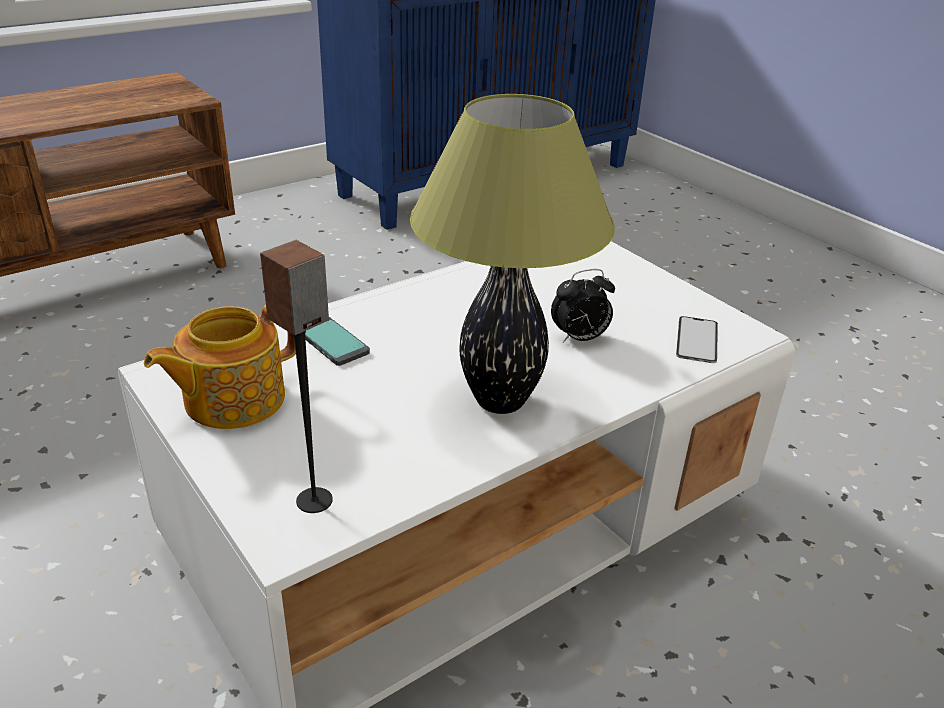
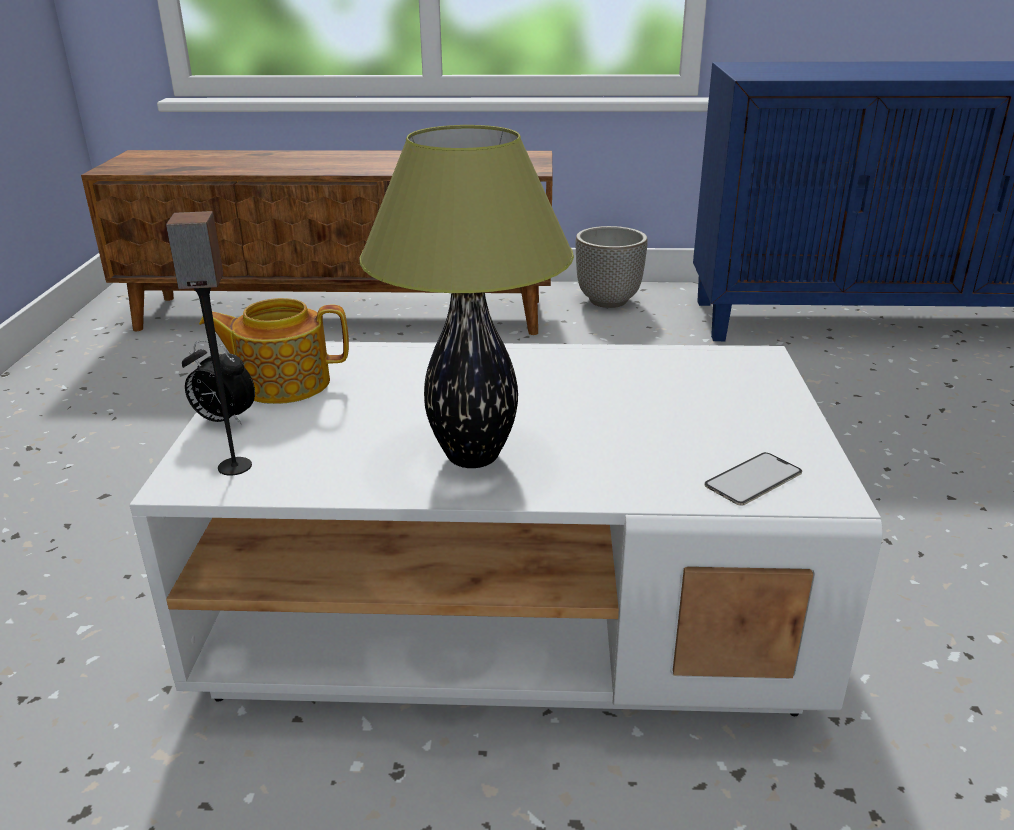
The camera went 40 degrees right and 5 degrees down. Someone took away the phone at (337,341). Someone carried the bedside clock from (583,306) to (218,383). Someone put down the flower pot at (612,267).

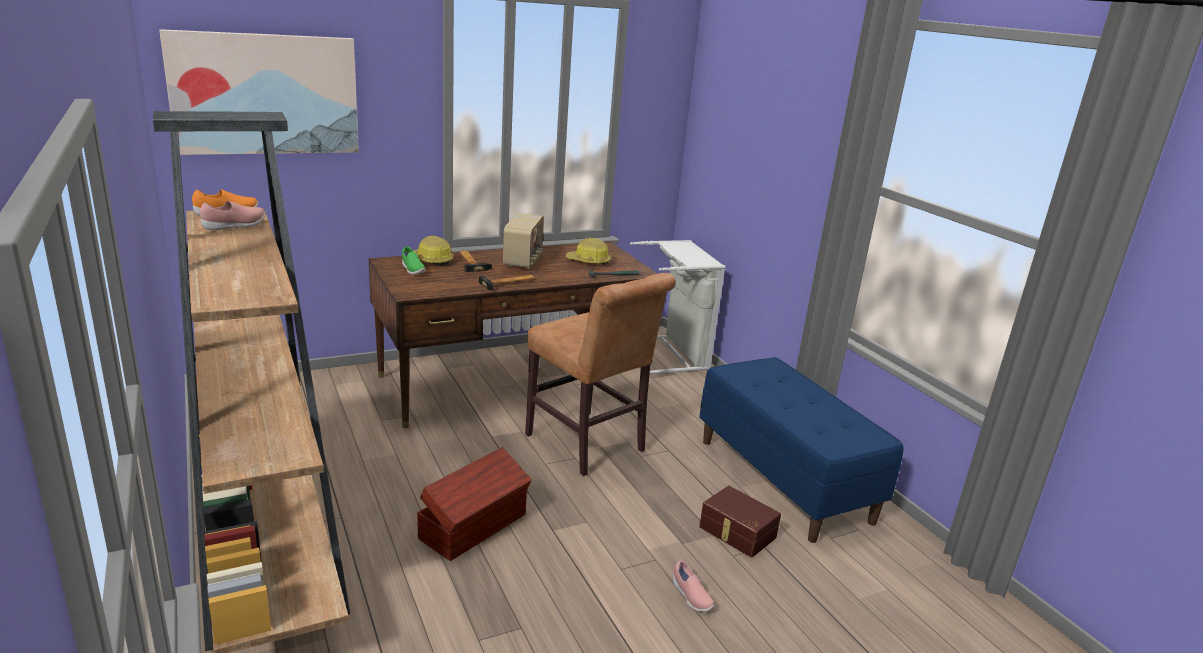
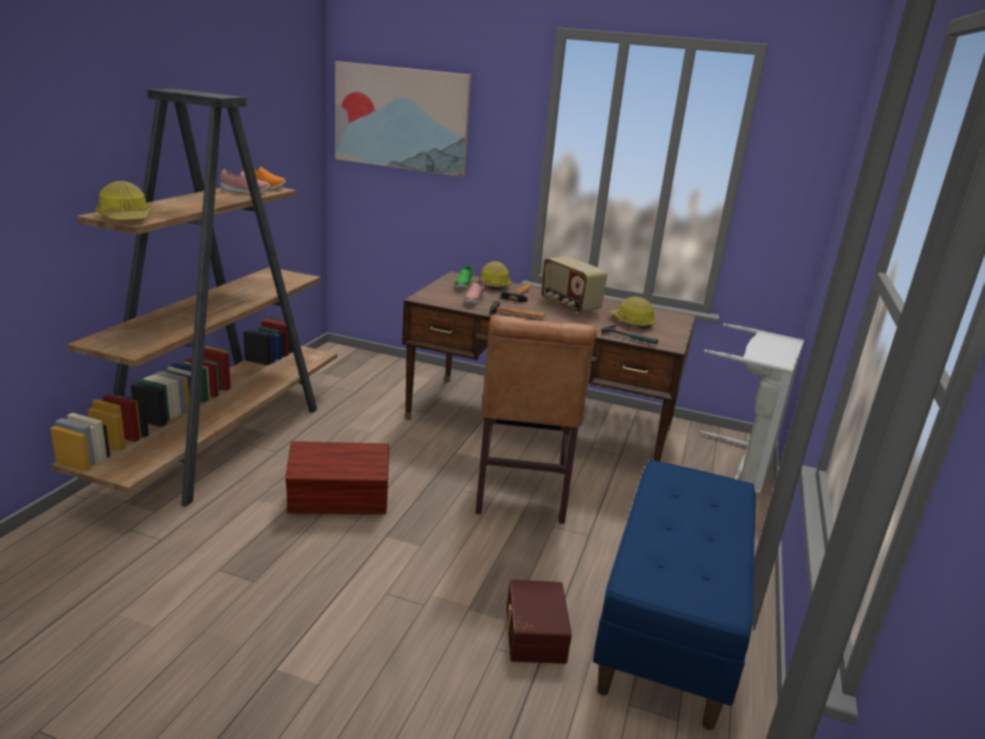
The camera went 45 degrees right and 0 degrees up. Someone rotated the radio set at (523,241) by 90 degrees clockwise. Someone carried the pink-coloured item of footwear from (693,586) to (474,291). Someone put down the work helmet at (123,200).

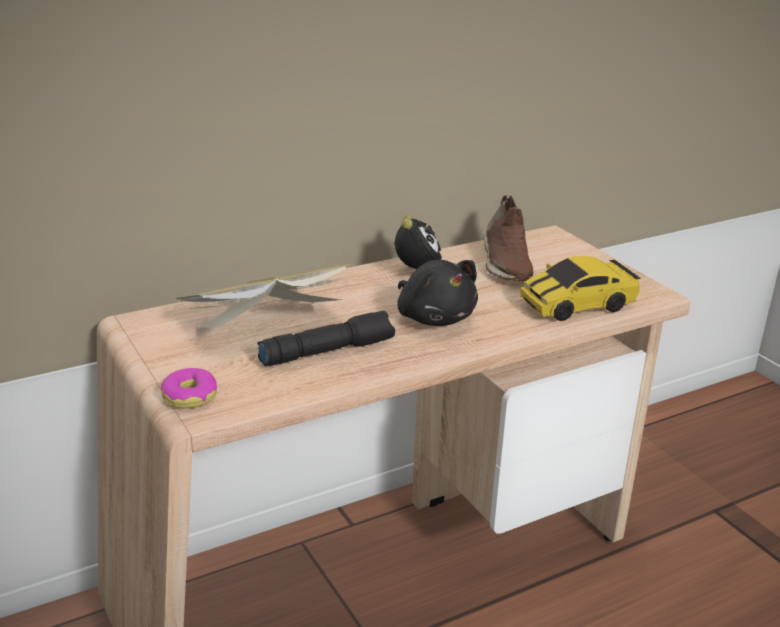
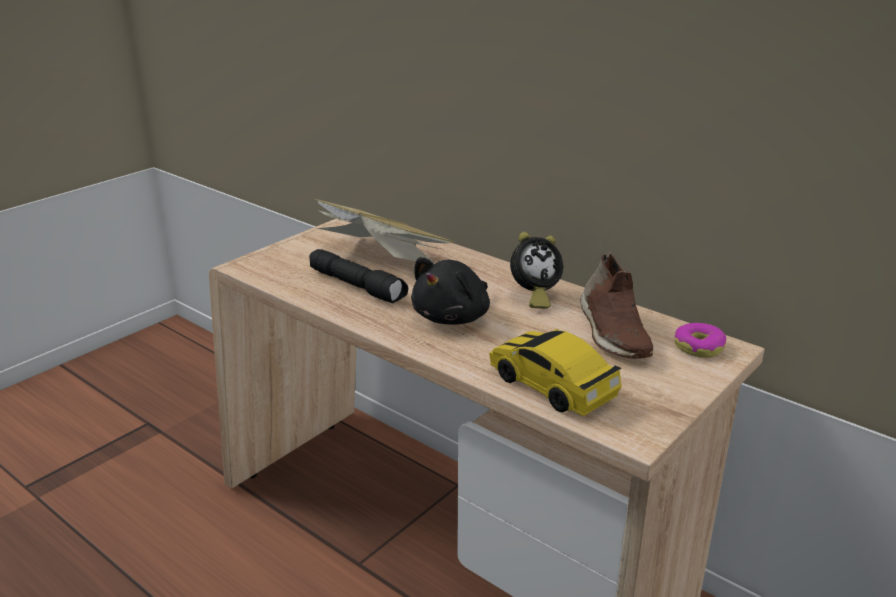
The camera went 70 degrees right and 0 degrees up. Someone carried the doughnut from (189,388) to (700,340). Someone rotated the brown-coloured item of footwear at (508,237) by 75 degrees counterclockwise.

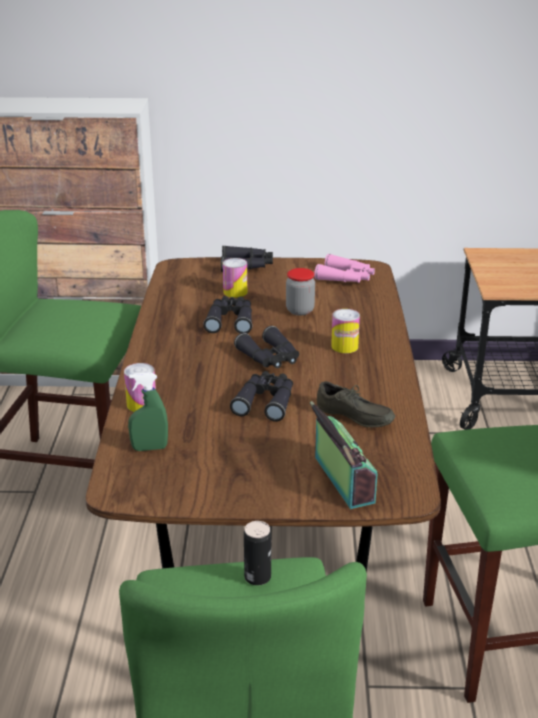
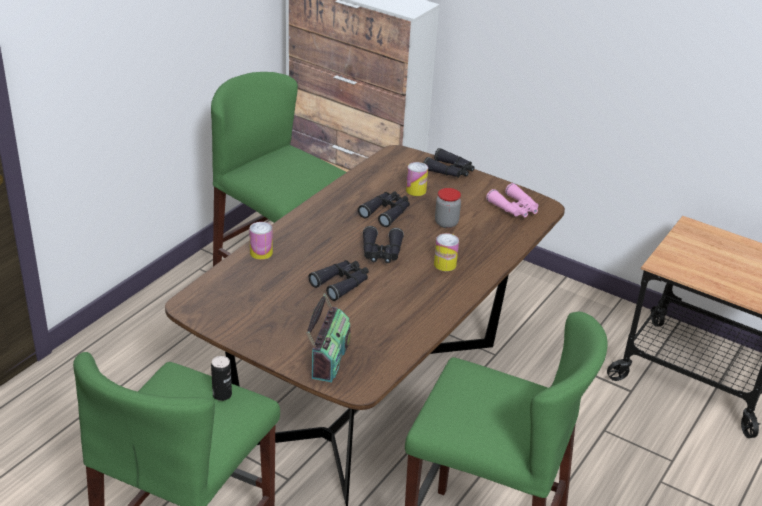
The camera went 30 degrees right and 5 degrees up. Someone took away the green-coloured sprayer at (148,411). Someone took away the grey item of footwear at (356,404).

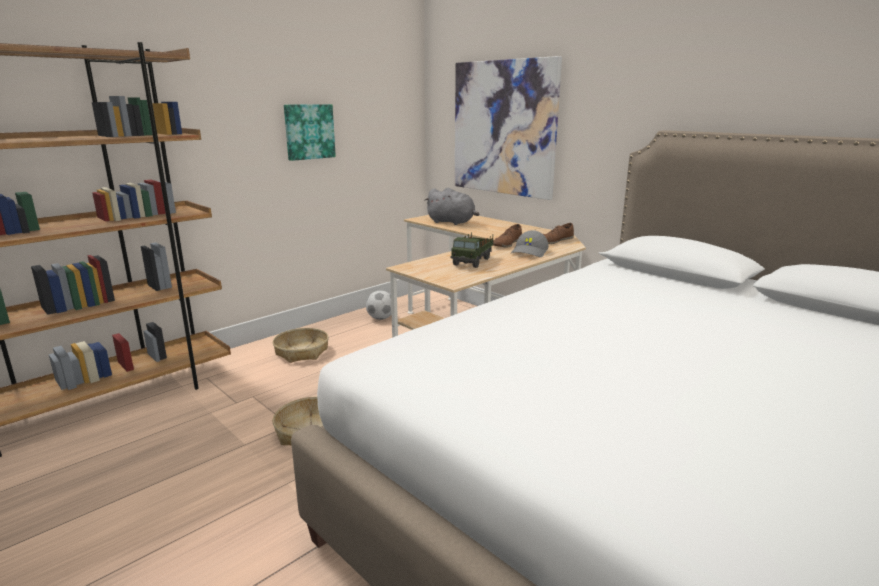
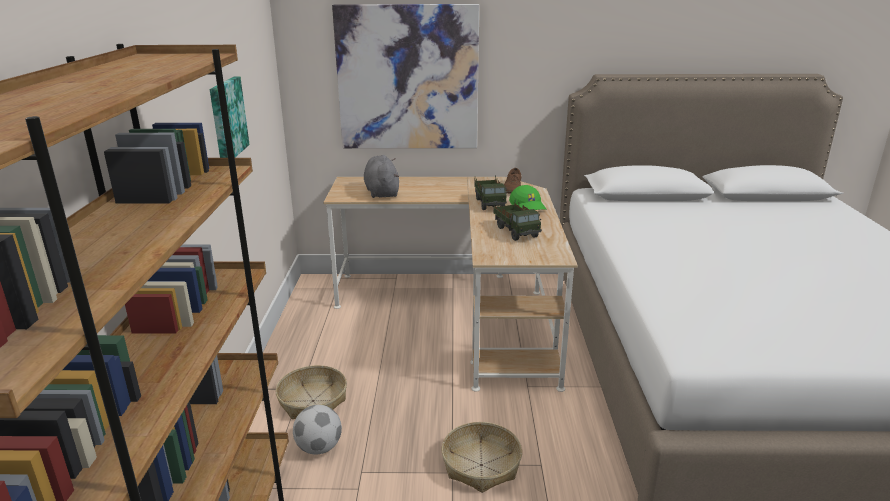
The camera went 45 degrees left and 5 degrees up. Someone carried the football from (379,305) to (317,430). Someone rotated the grey plush toy at (452,206) by 90 degrees counterclockwise. Someone swapped the brown-coloured item of footwear at (507,236) for the toy lorry at (491,192). Someone repainted the grey peaked cap at (530,243), which became the green-coloured peaked cap at (528,197).

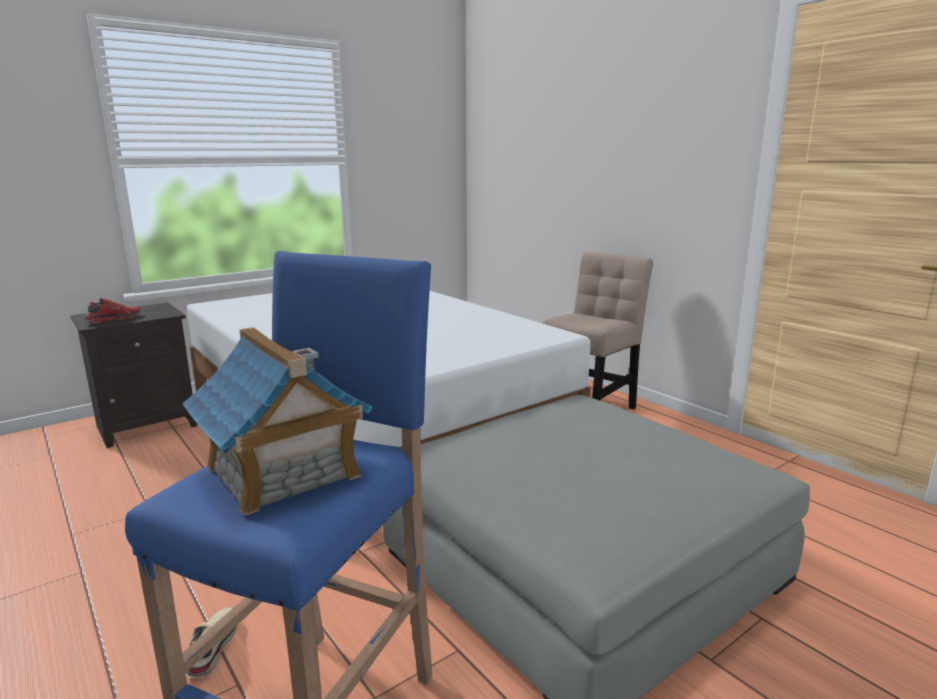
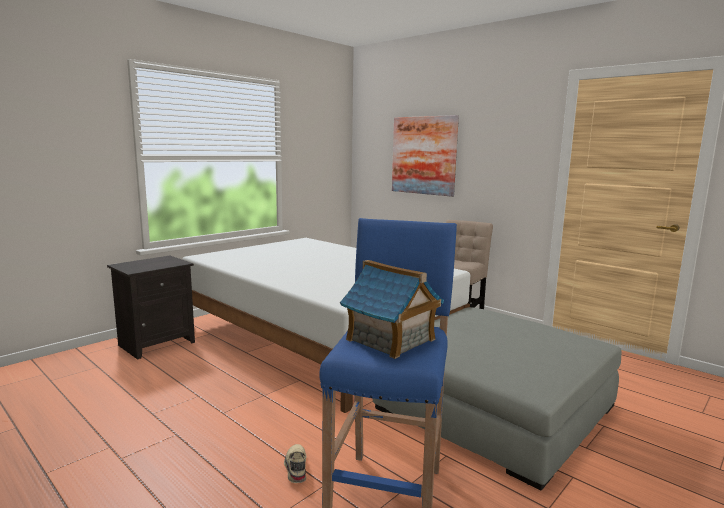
The camera went 10 degrees left and 5 degrees down. Someone took away the reddish item of footwear at (112,310). Someone put up the picture at (425,156).

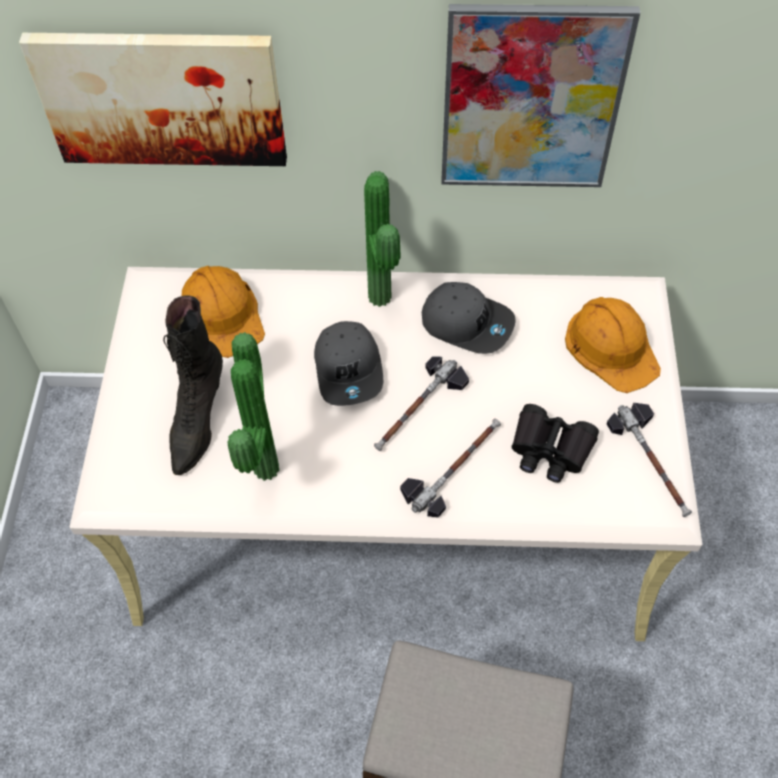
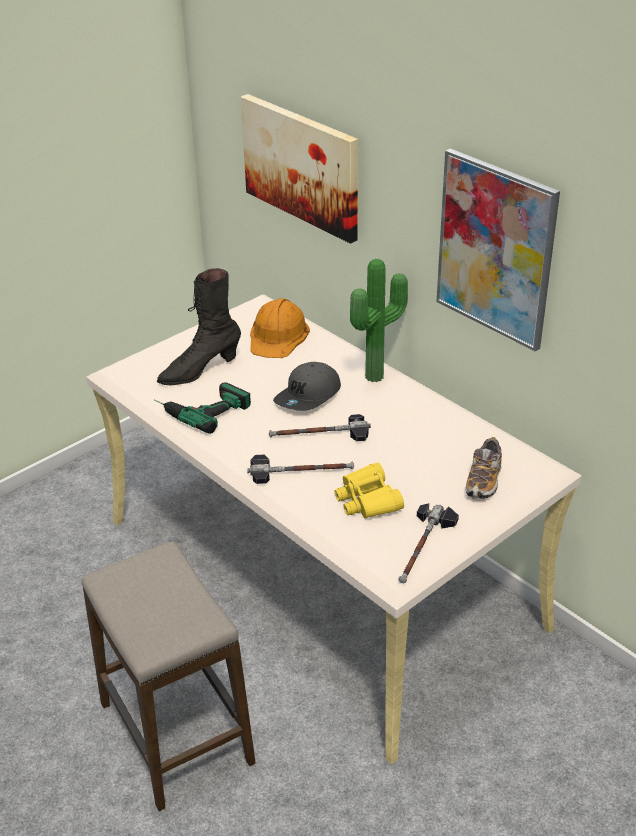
The camera went 45 degrees right and 20 degrees down. Someone swapped the plant in a pot at (253,406) for the power drill at (202,408). Someone took away the grey peaked cap at (469,318). Someone repainted the black-coloured pair of binoculars at (555,443), which became the yellow pair of binoculars at (369,491). Someone swapped the orange work helmet at (613,345) for the item of footwear at (484,468).

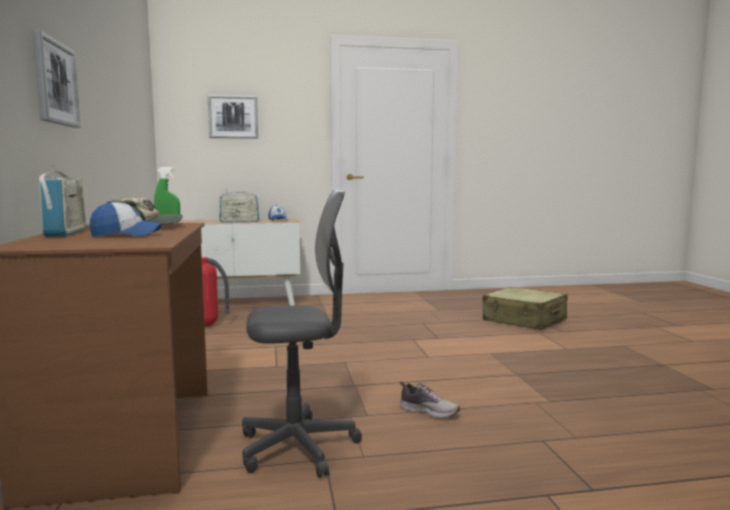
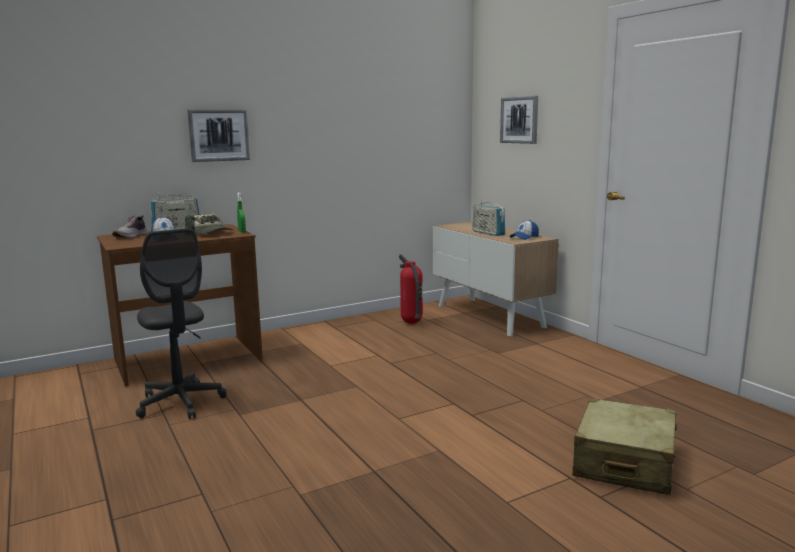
The camera went 70 degrees right and 5 degrees up. Someone carried the item of footwear from (430,399) to (129,226).

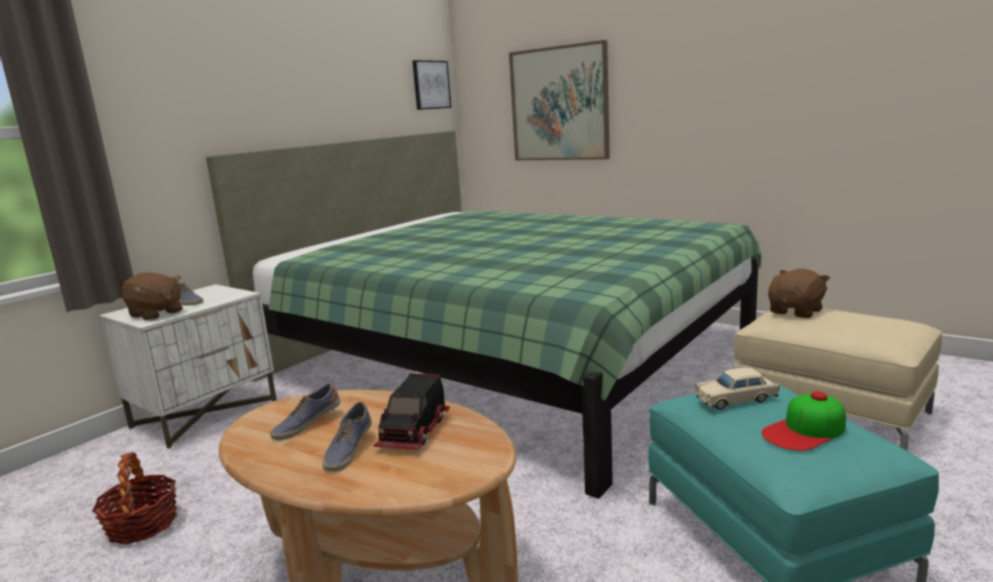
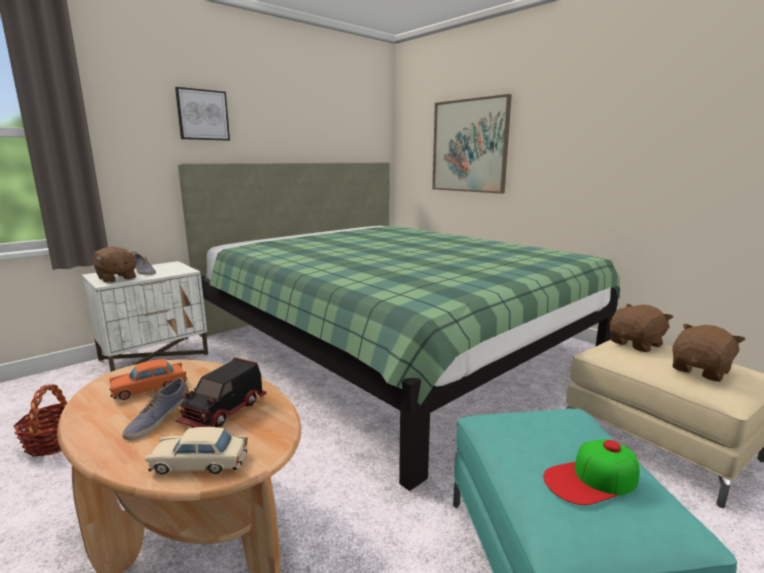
The camera went 10 degrees right and 0 degrees up. Someone swapped the item of footwear at (305,411) for the orange miniature car at (148,379). Someone carried the picture from (431,85) to (202,113). Someone carried the beige miniature car from (737,389) to (196,451). Someone put down the brown-coloured plush toy at (709,353).

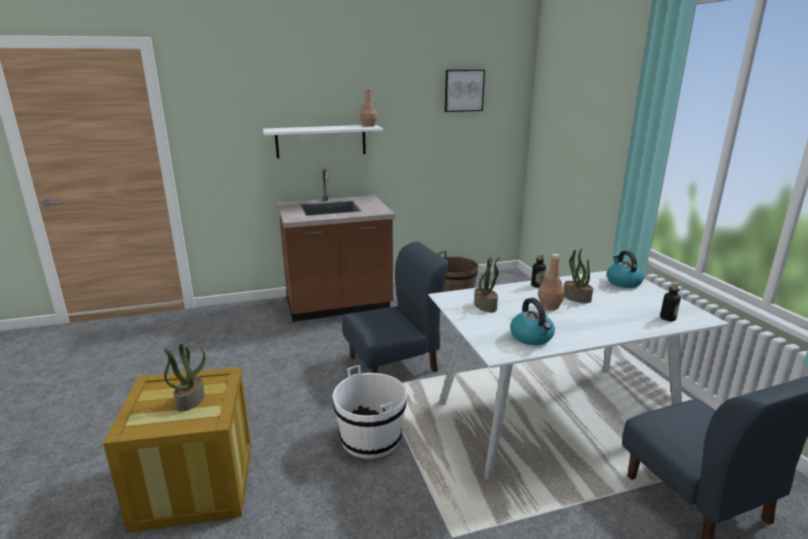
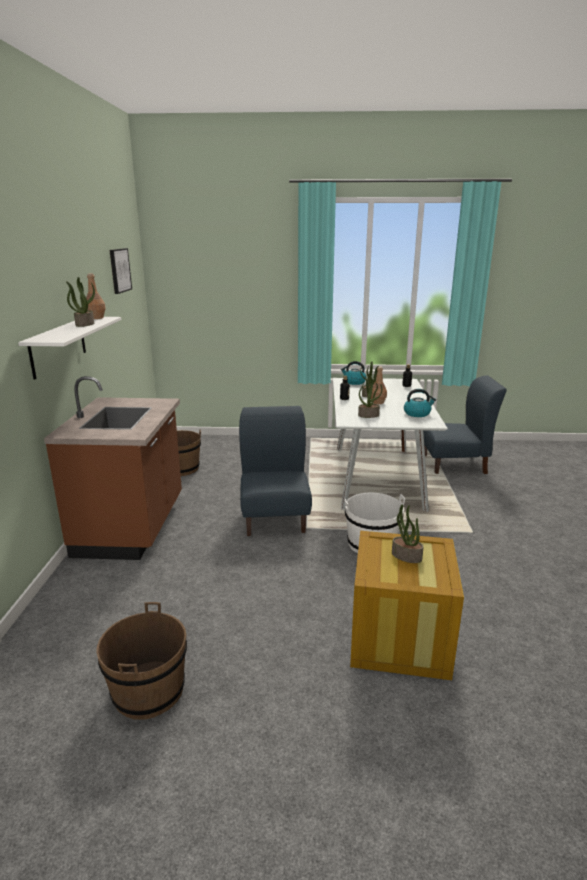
The camera went 70 degrees left and 0 degrees up. Someone put down the plant in a pot at (80,302). Someone put down the brown-coloured water bucket at (141,661).

